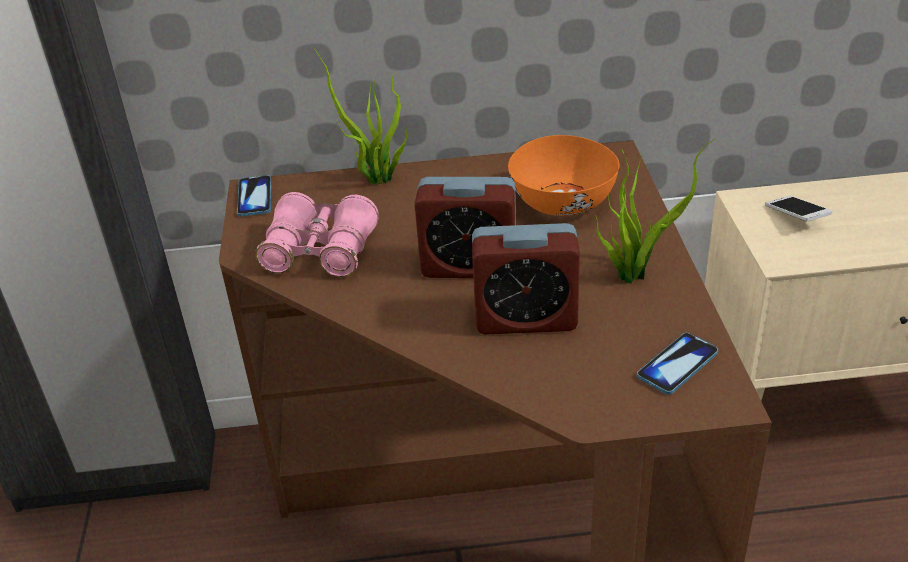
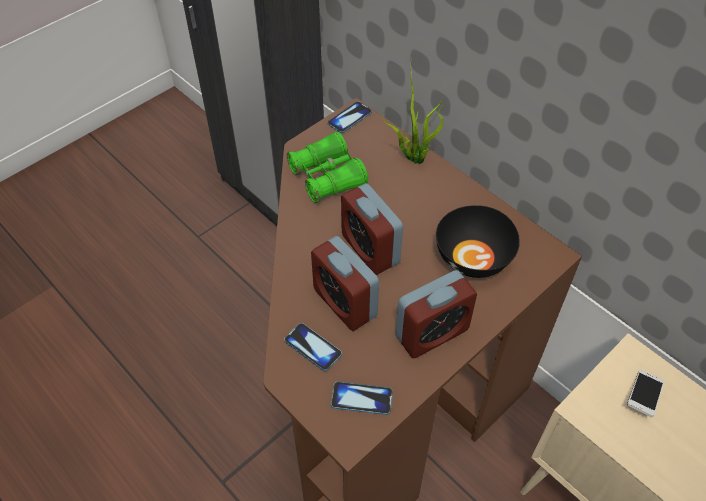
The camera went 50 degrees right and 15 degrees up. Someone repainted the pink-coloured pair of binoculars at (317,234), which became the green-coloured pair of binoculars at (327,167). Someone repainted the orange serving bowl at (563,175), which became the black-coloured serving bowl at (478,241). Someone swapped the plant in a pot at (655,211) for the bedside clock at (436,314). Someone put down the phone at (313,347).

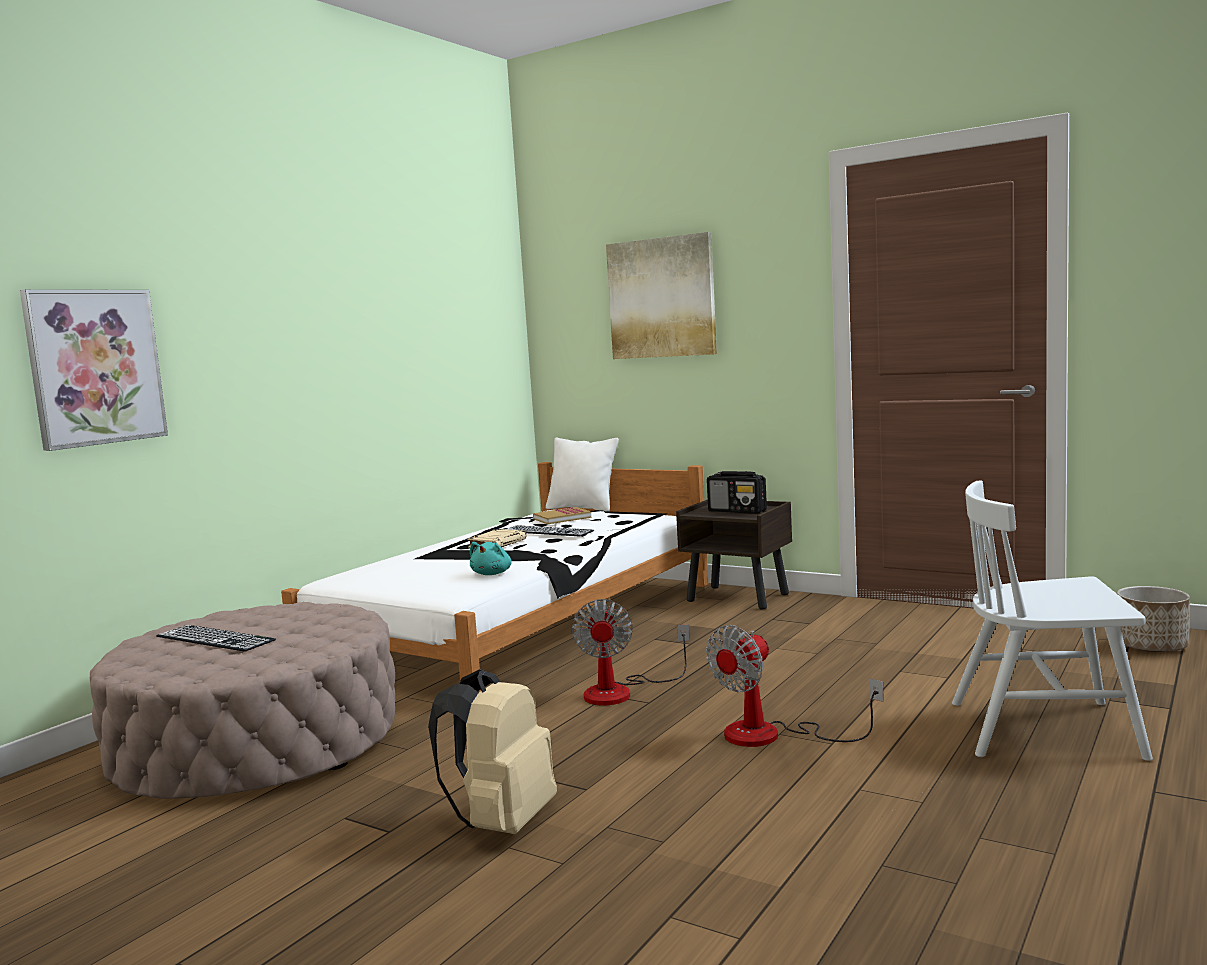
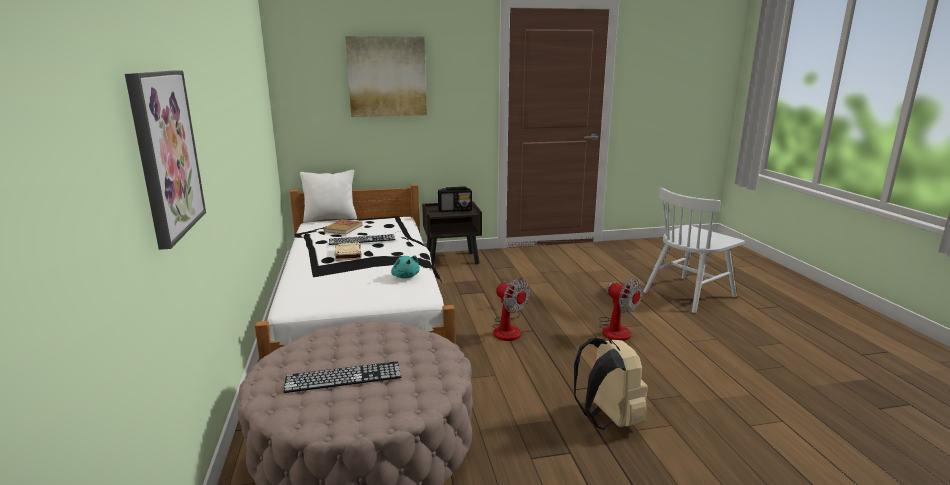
The camera went 45 degrees left and 10 degrees up. Someone rotated the electric fan at (795,686) by 45 degrees counterclockwise. Someone took away the flower pot at (1153,619).

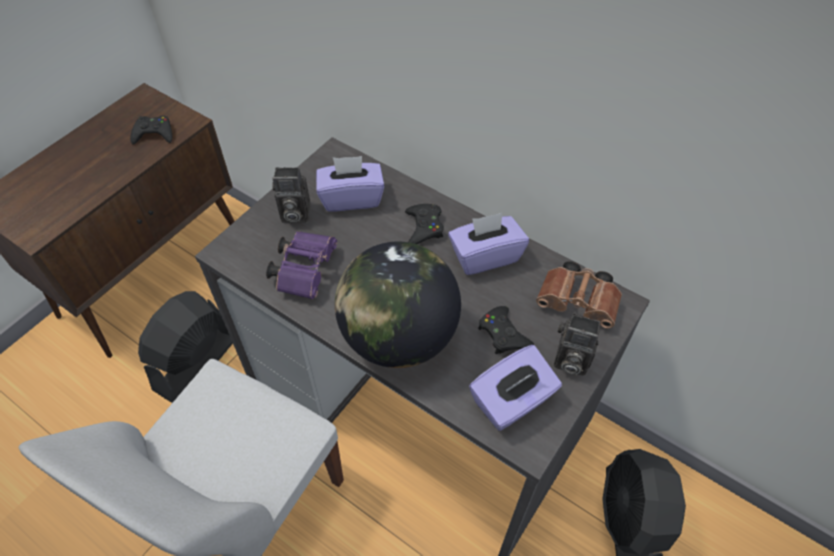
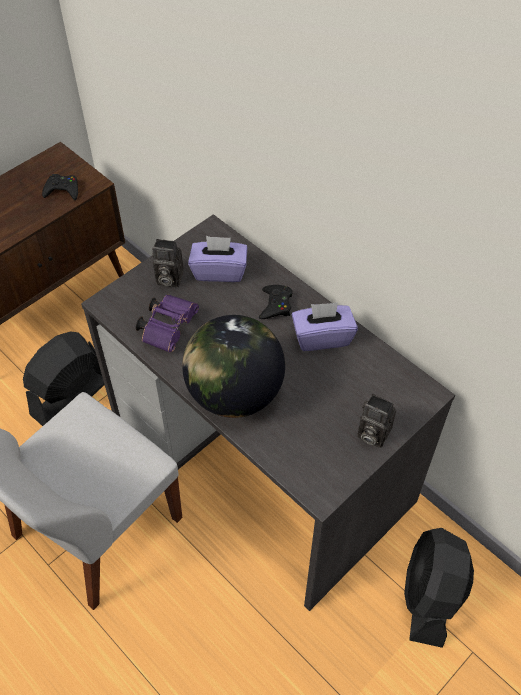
The camera went 10 degrees right and 0 degrees up. Someone took away the purple-coloured box of tissues at (515,388). Someone took away the black-coloured game controller at (506,330). Someone took away the brown-coloured pair of binoculars at (579,295).

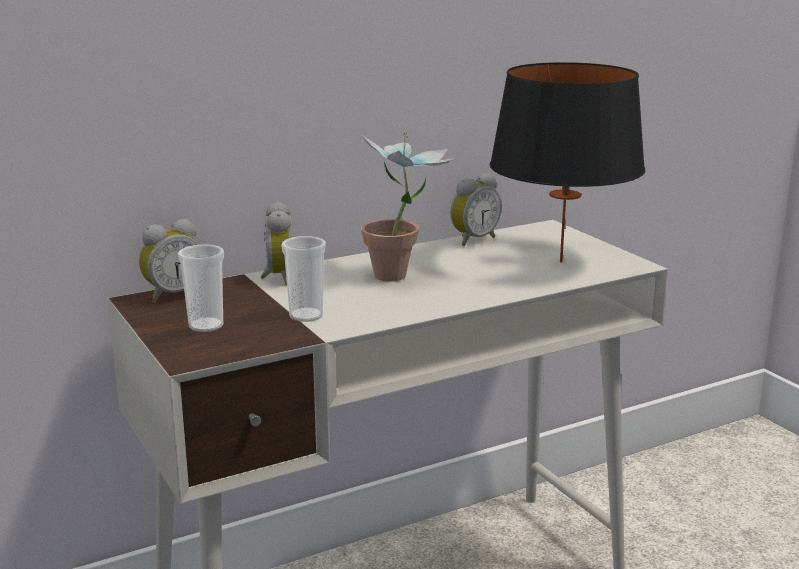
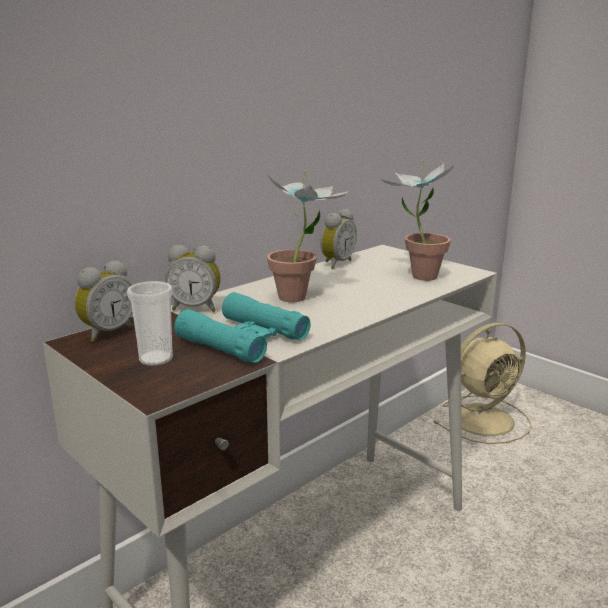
The camera went 15 degrees left and 0 degrees up. Someone rotated the bedside clock at (277,243) by 120 degrees clockwise. Someone swapped the cup at (303,279) for the blue-green pair of binoculars at (242,327). Someone swapped the black-coloured table lamp at (567,162) for the plant in a pot at (418,220). Someone put down the beige electric fan at (482,383).

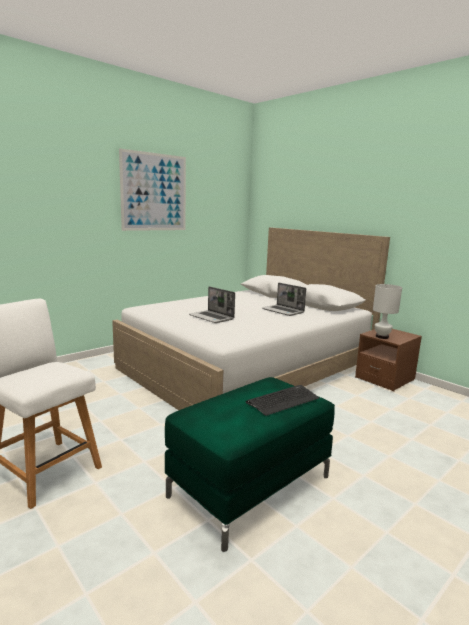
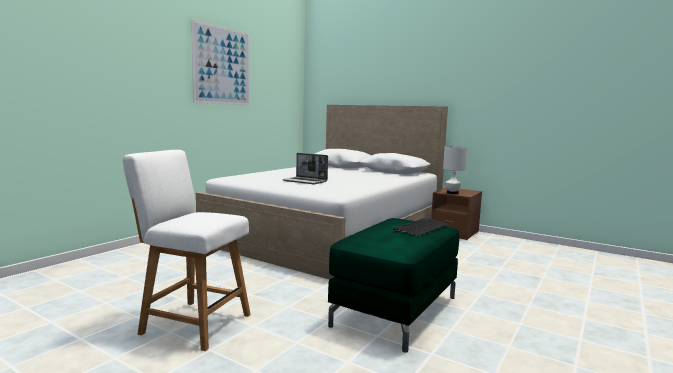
The camera went 15 degrees left and 5 degrees down. Someone took away the notebook computer at (284,299).

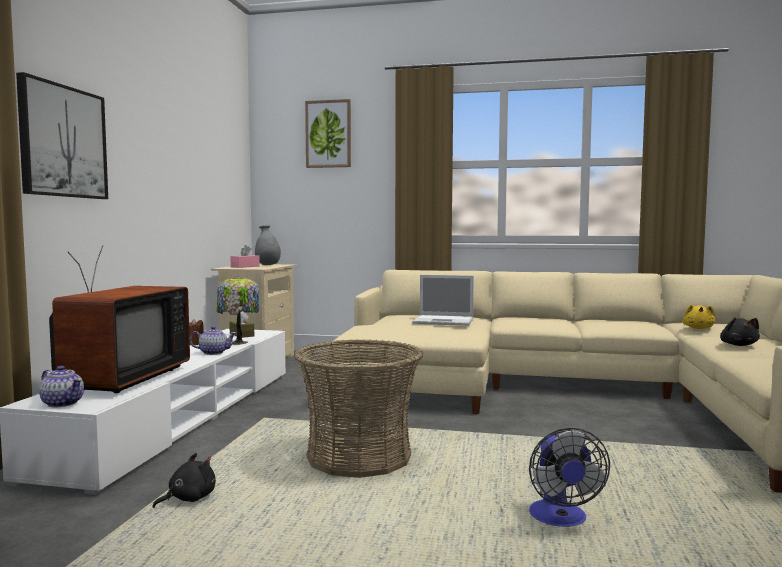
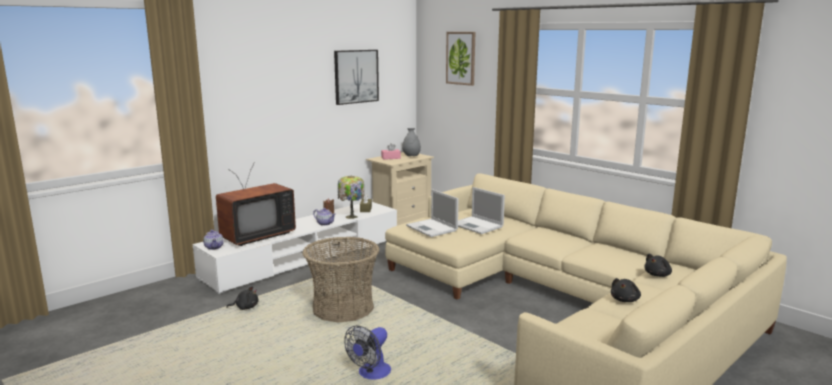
The camera went 35 degrees right and 10 degrees up. Someone carried the picture from (62,135) to (356,77). Someone repainted the yellow plush toy at (699,316), which became the black-coloured plush toy at (658,265). Someone put down the notebook computer at (432,213).

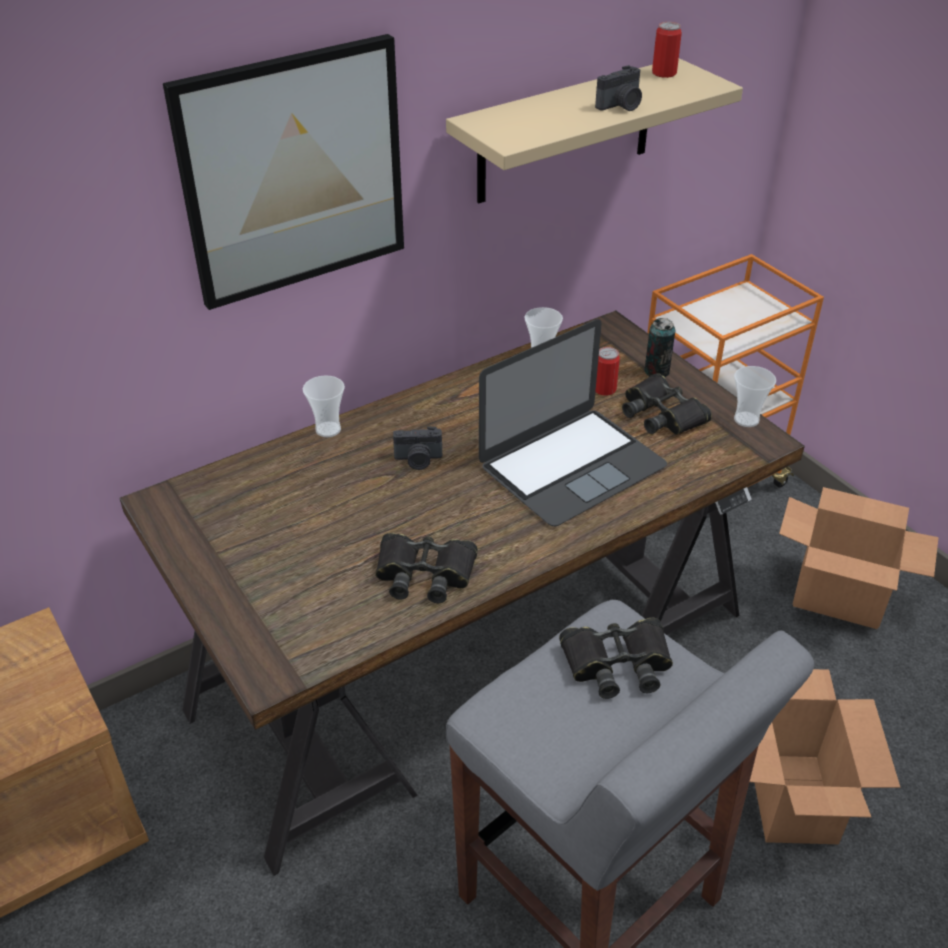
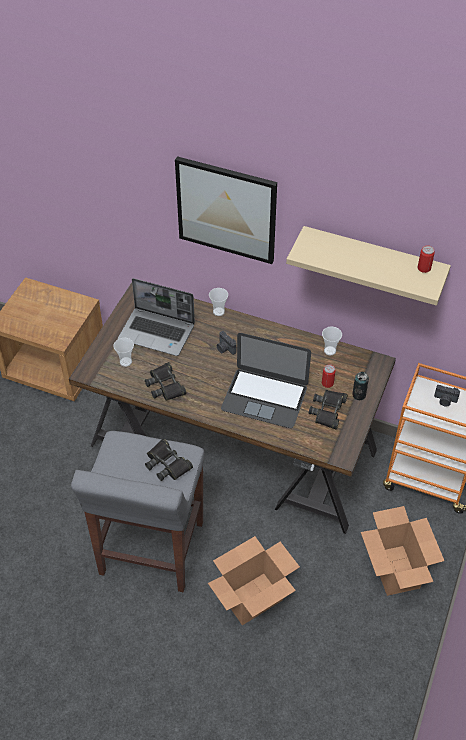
The camera went 55 degrees right and 10 degrees up. Someone carried the still camera from (618,88) to (447,396). Someone carried the cup from (755,396) to (124,352). Someone put down the notebook computer at (156,317).

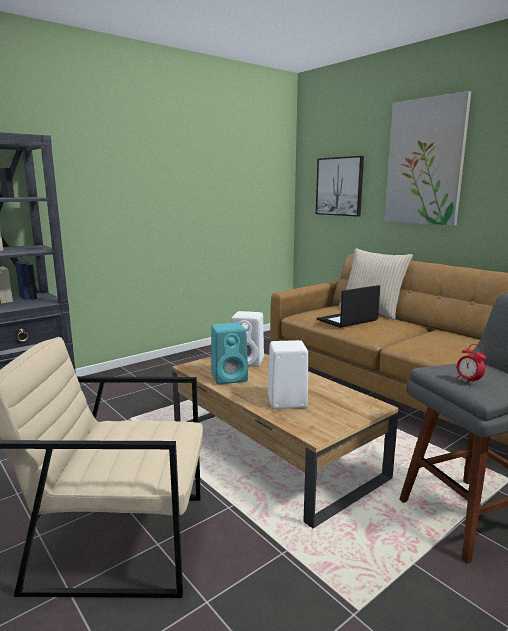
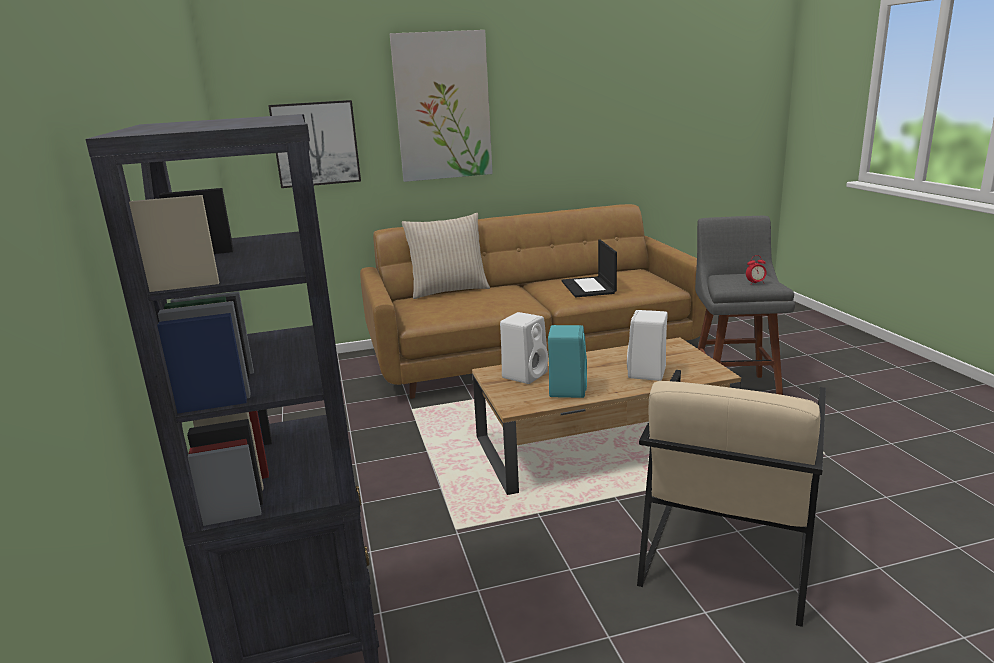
The camera went 65 degrees left and 5 degrees up. Someone carried the notebook computer from (348,306) to (589,268).

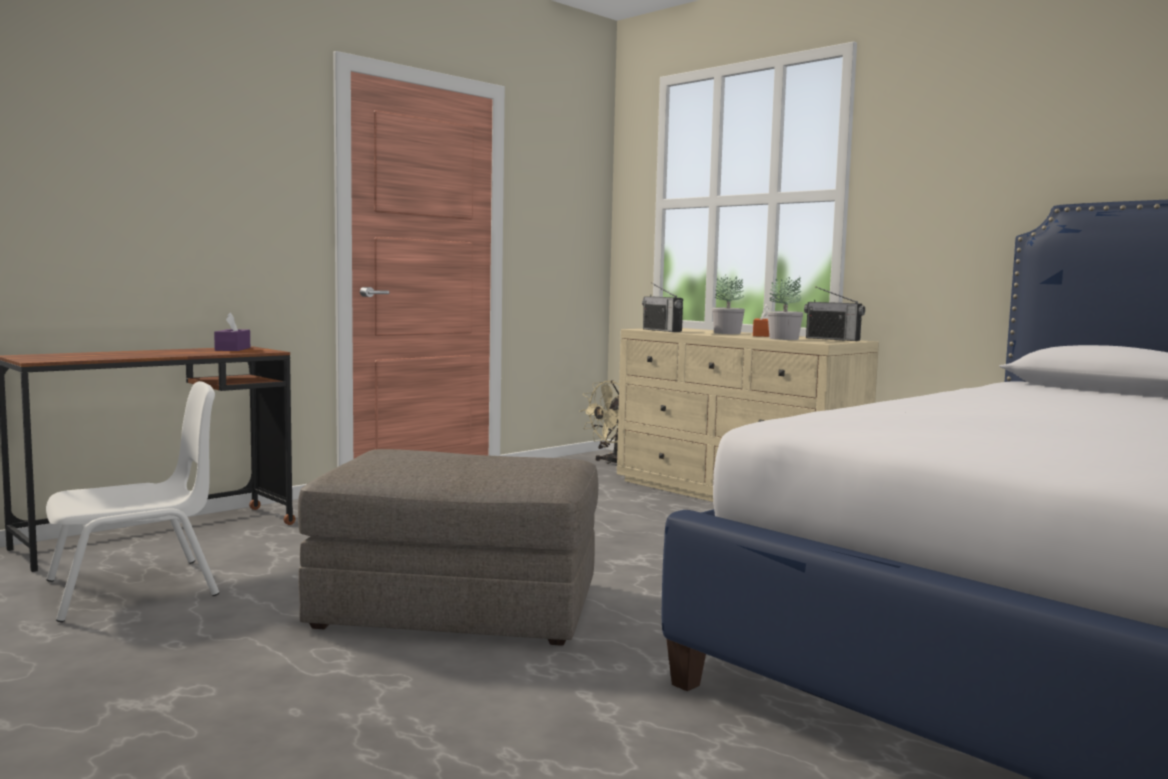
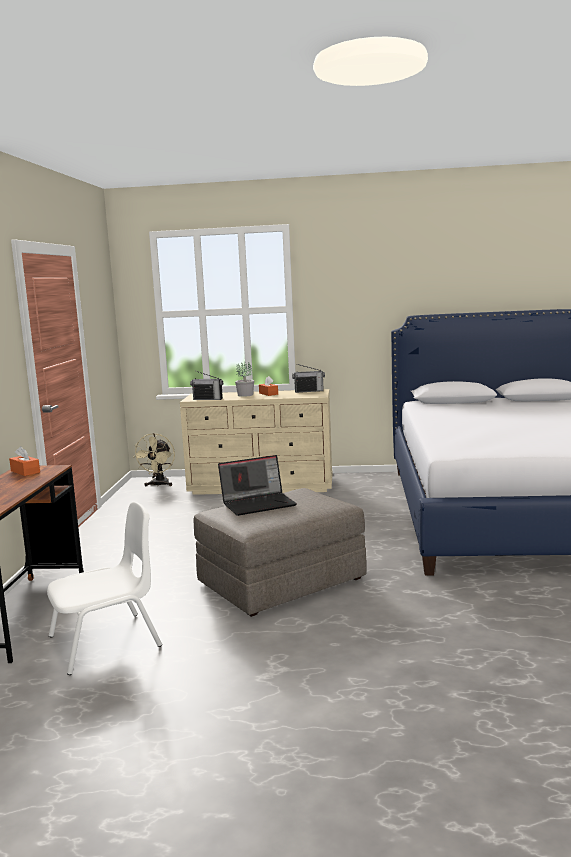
The camera went 40 degrees left and 5 degrees up. Someone rotated the whitish plain chair at (132,501) by 45 degrees clockwise. Someone repainted the purple-coloured box of tissues at (232,331), which became the orange box of tissues at (24,461). Someone took away the plant in a pot at (785,307). Someone put down the notebook computer at (257,485).

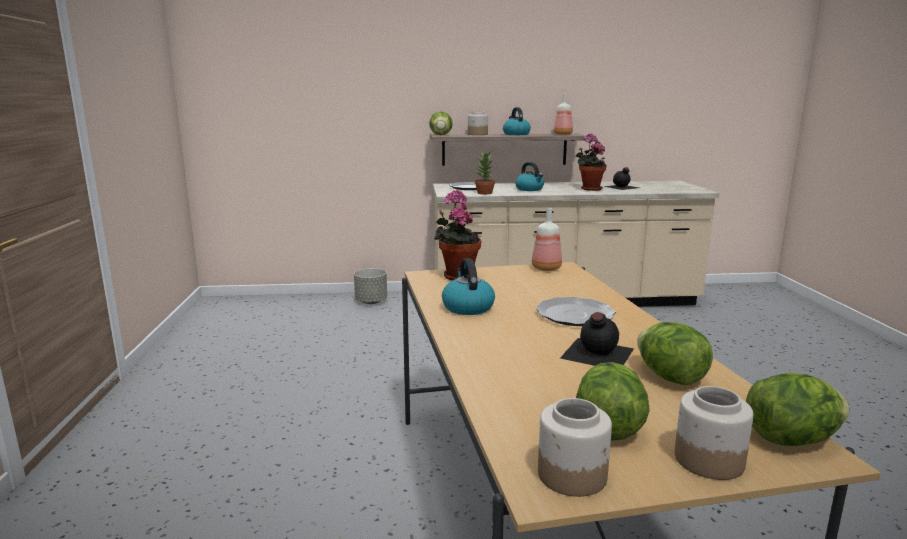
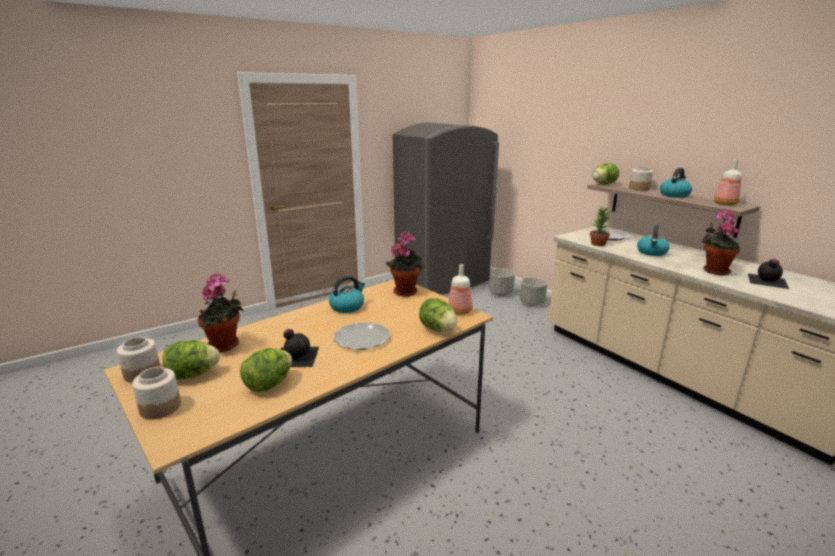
The camera went 60 degrees right and 5 degrees up. Someone carried the lettuce from (797,409) to (438,315). Someone put down the plant in a pot at (220,313). Someone put down the grey kitchen fridge at (446,209). Someone put down the grey flower pot at (502,282).

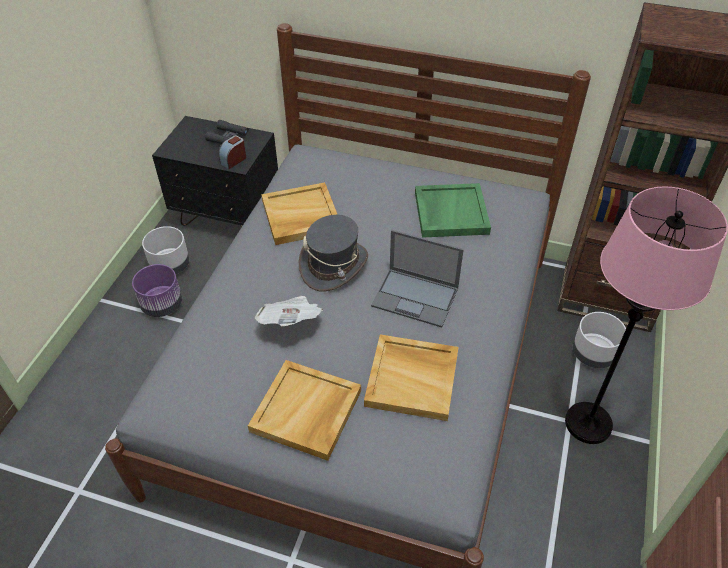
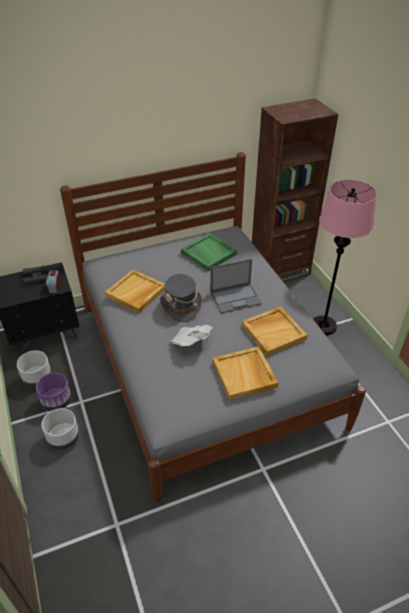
The camera went 40 degrees left and 5 degrees down. Someone carried the grey flower pot from (599,340) to (60,429).

